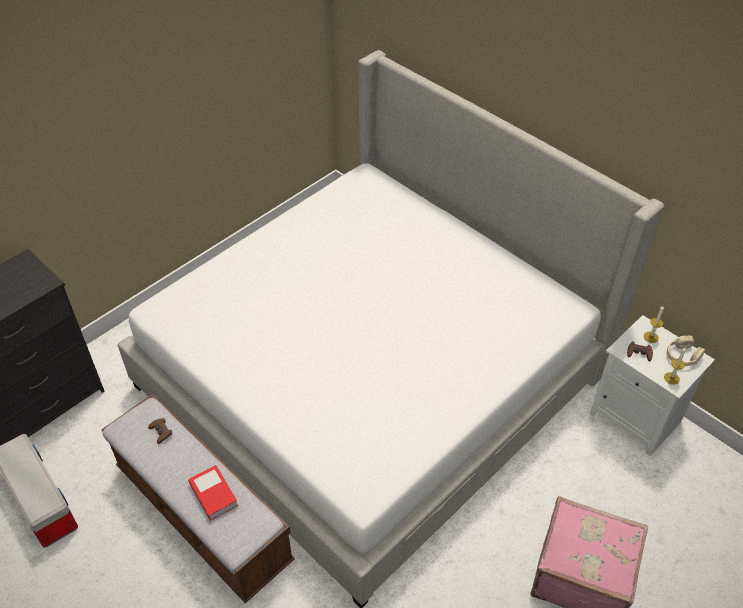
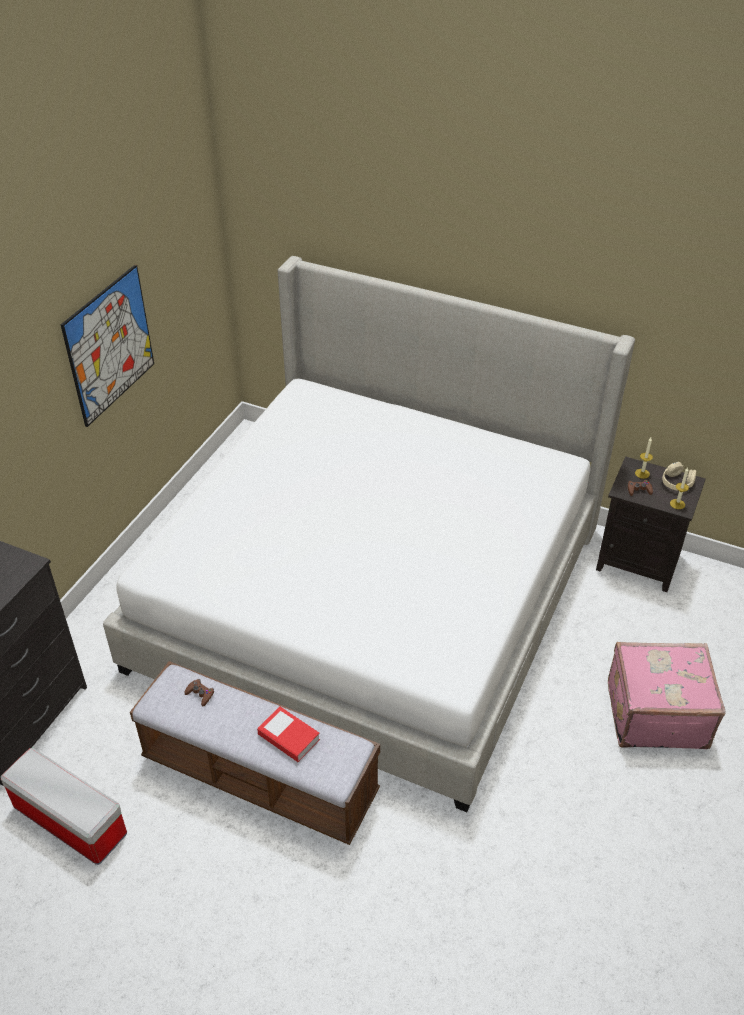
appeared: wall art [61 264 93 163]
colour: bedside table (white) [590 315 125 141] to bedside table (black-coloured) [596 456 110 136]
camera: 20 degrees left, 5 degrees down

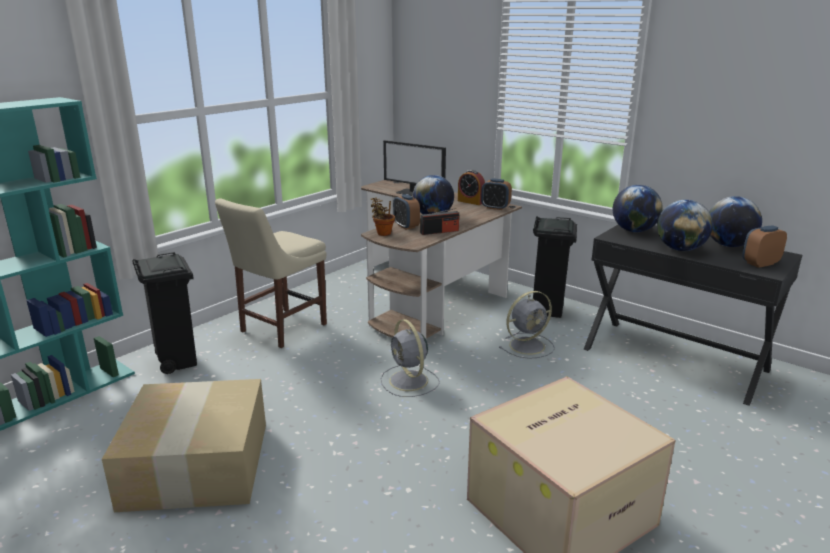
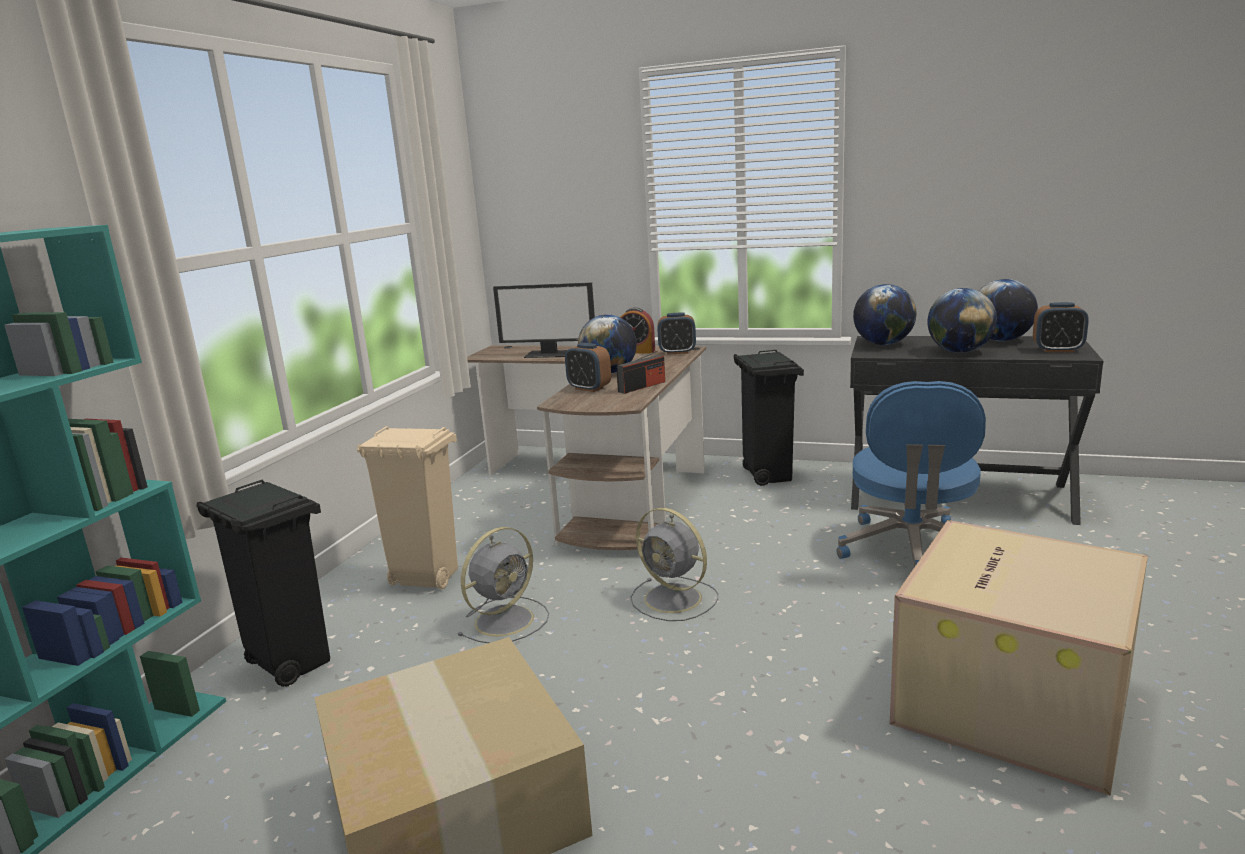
missing: potted plant [370 197 25 39]
appeared: office chair (bluish) [837 381 149 186]
relocated: electric fan (gray) [499 291 56 68] to [457 527 92 116]
exchanged: plain chair (beige) [215 198 112 150] to waste bin (beige) [357 426 101 163]
spun: bedside clock [742 226 45 42] = [1033 302 56 50] 120 degrees counterclockwise
camera: 20 degrees left, 5 degrees down

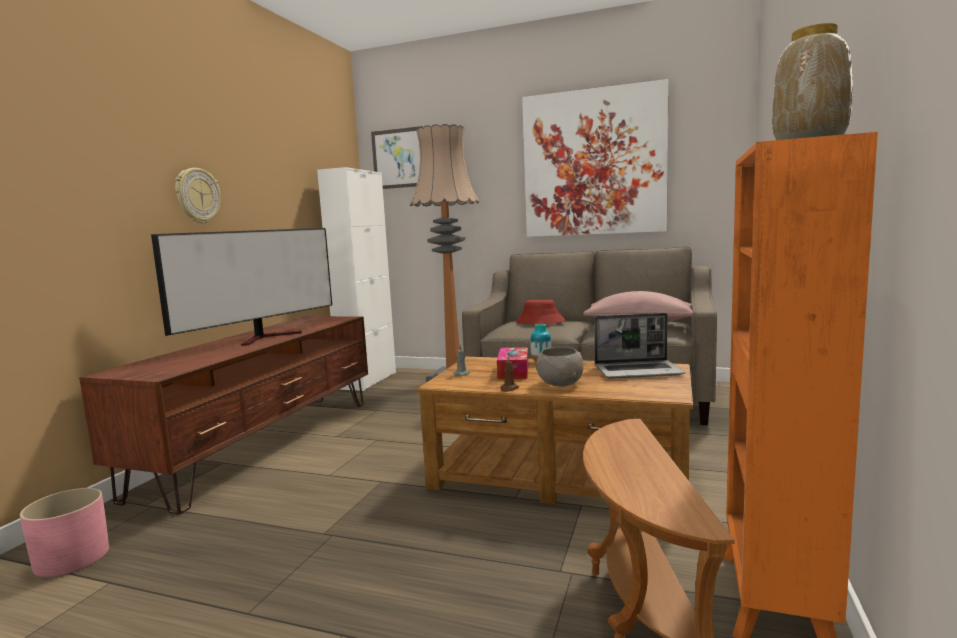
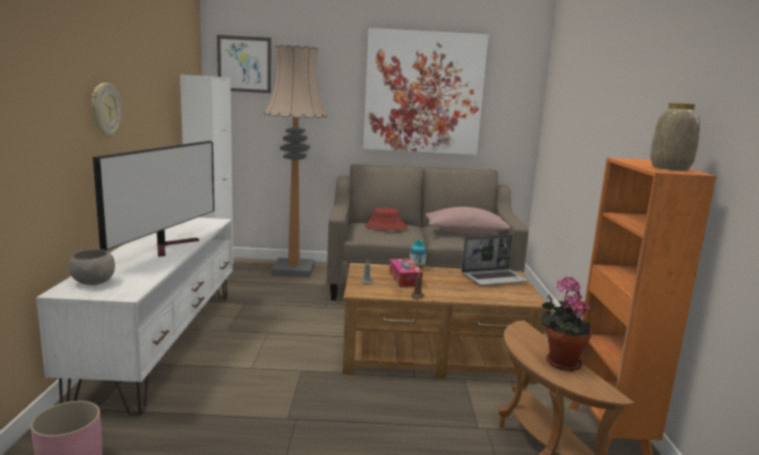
appeared: potted plant [542 277 50 94]
relocated: serving bowl (gray) [536 347 47 40] to [69 249 46 36]
colour: tv stand (brown) [79 316 289 198] to tv stand (white) [36 217 197 198]
camera: 20 degrees left, 5 degrees up

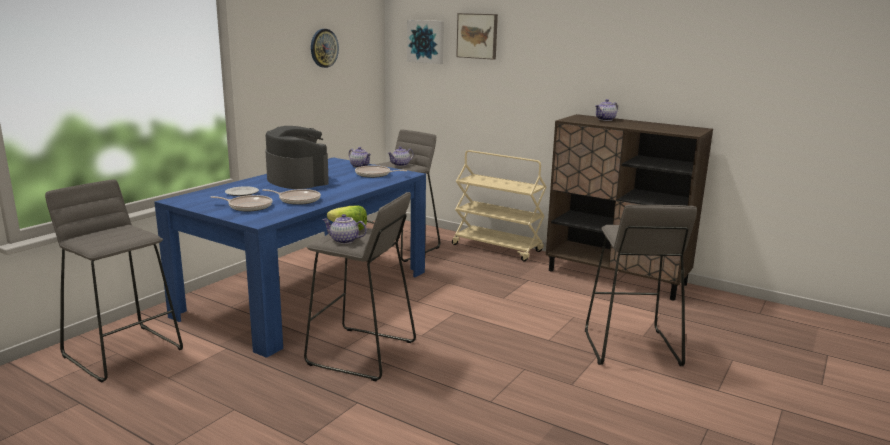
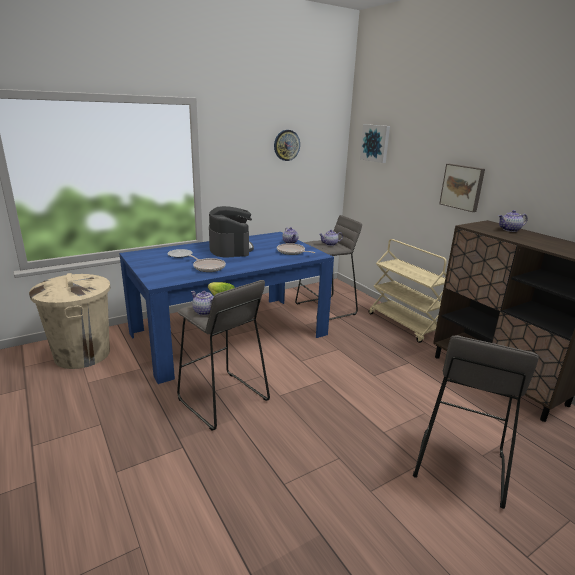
missing: skillet [210 195 62 16]
relocated: wall art [456 13 42 47] to [439 164 46 48]
exchanged: sitting stool (gray) [45 179 138 203] to waste bin (beige) [29 273 81 96]
camera: 25 degrees right, 5 degrees up

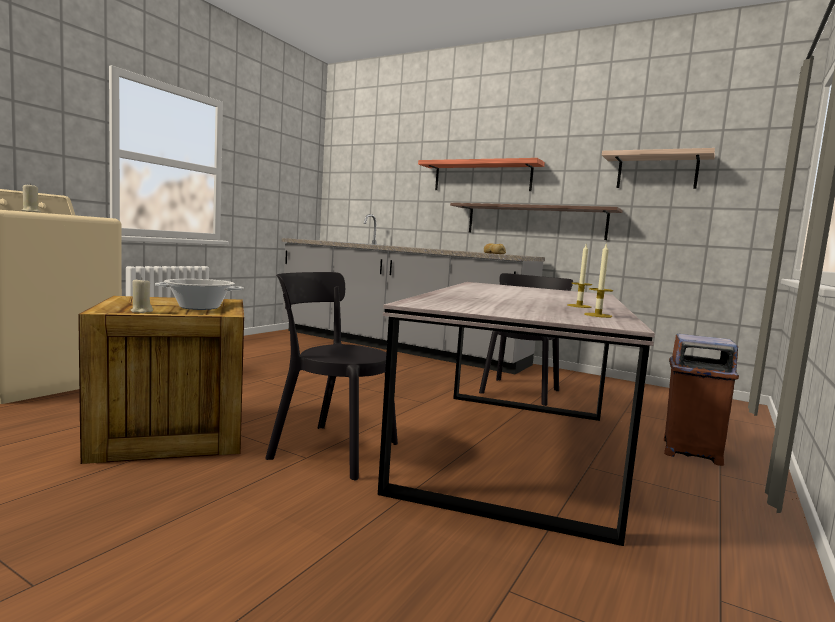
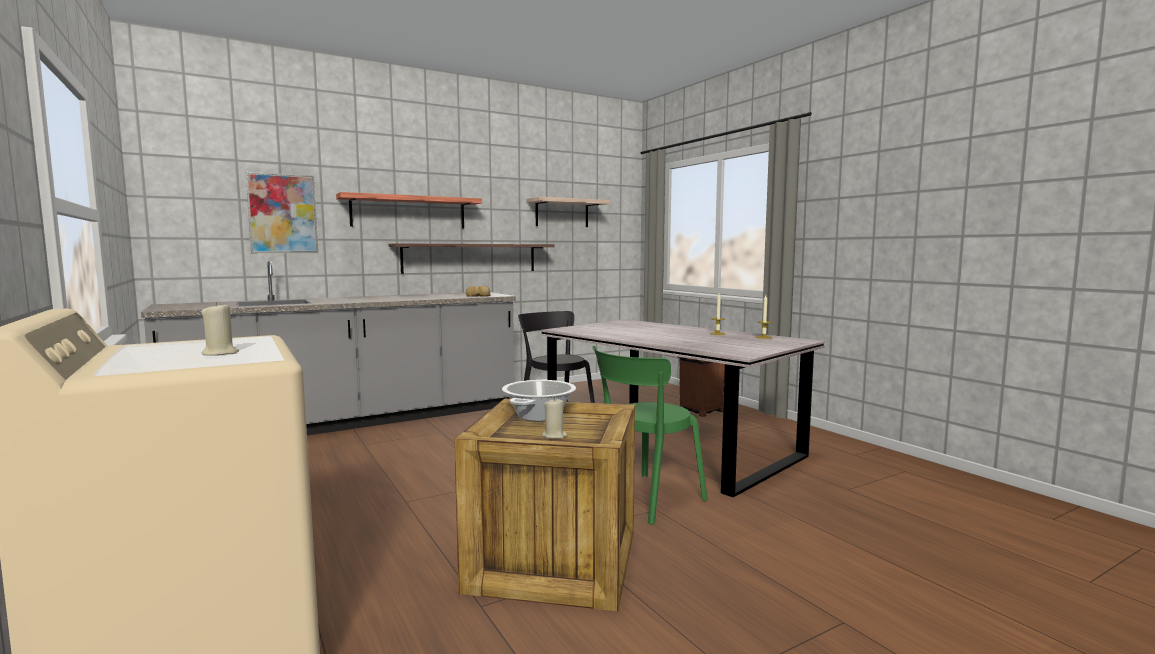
appeared: wall art [245 172 73 81]
colour: plain chair (black-coloured) [265 272 133 208] to plain chair (green-coloured) [592 345 116 180]
camera: 60 degrees left, 0 degrees up

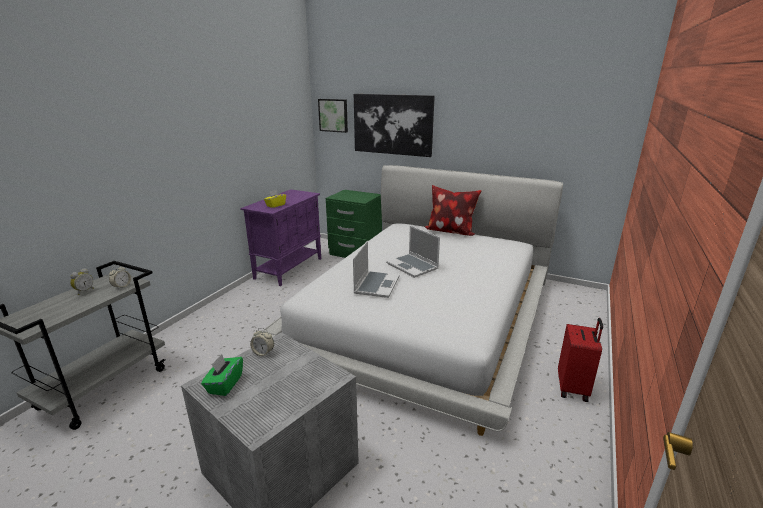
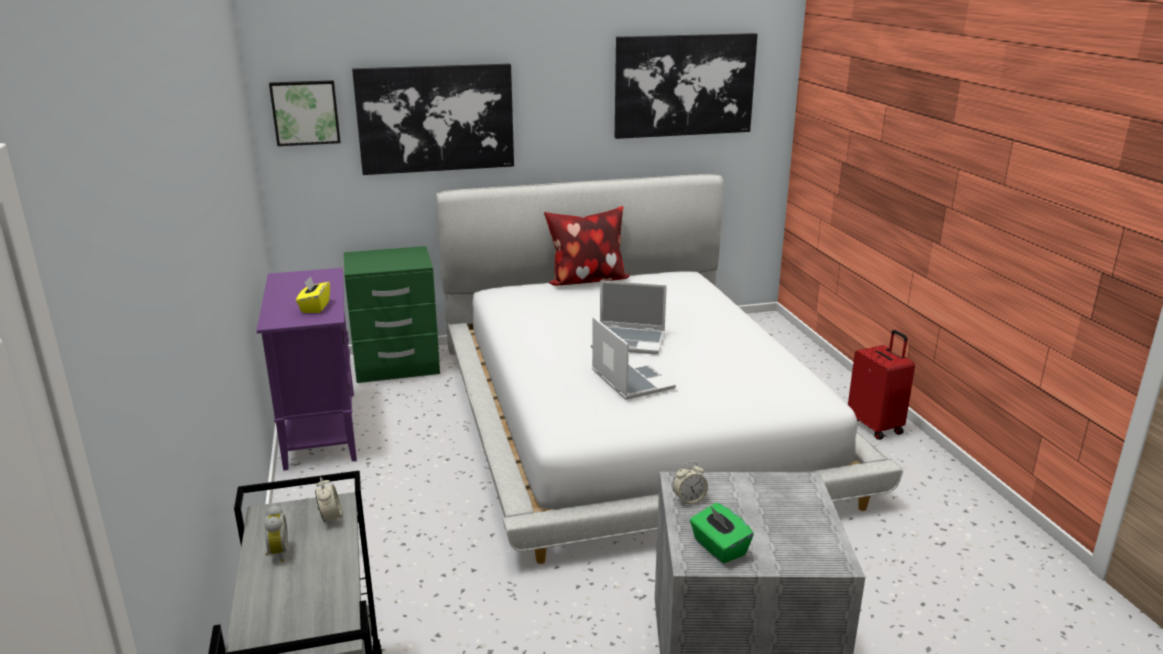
appeared: wall art [615 33 143 106]
camera: 40 degrees left, 0 degrees up

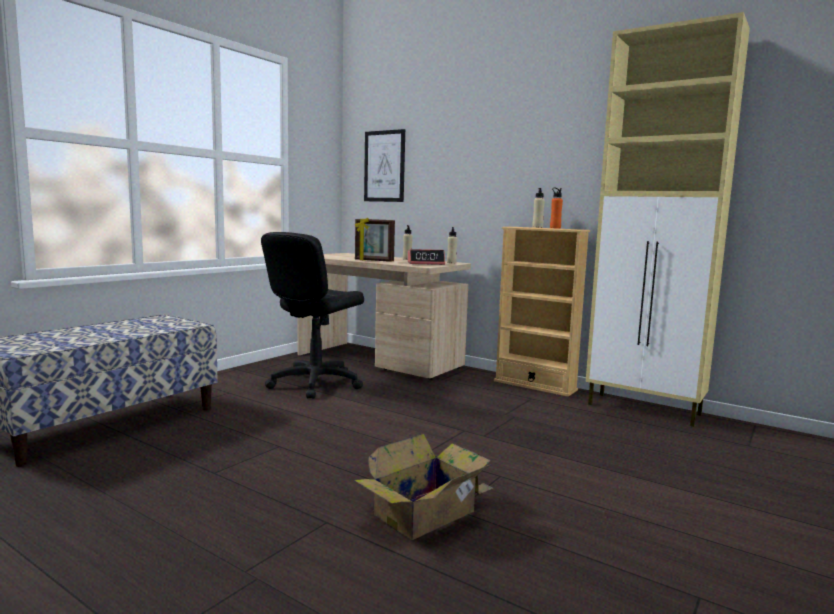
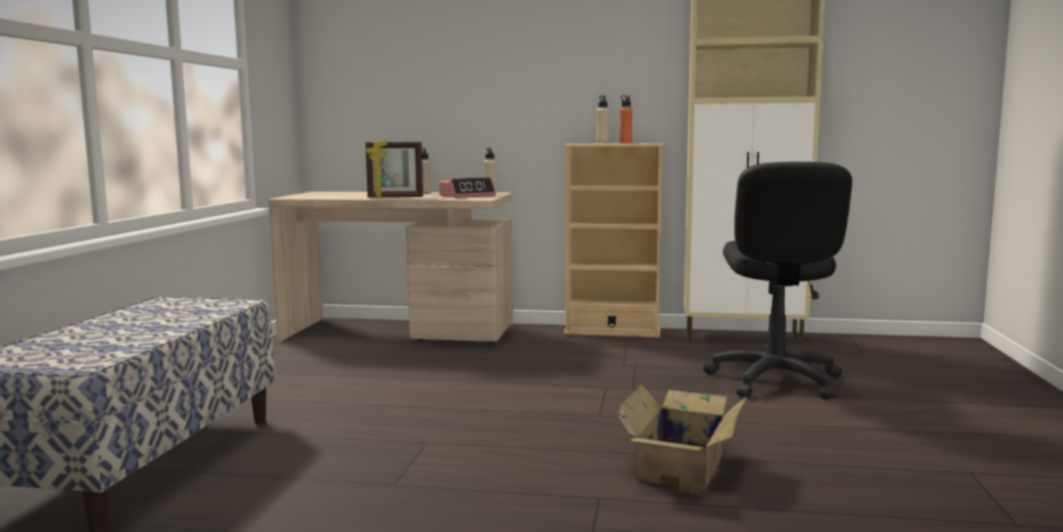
missing: wall art [364 129 41 73]
relocated: office chair (black-coloured) [261 232 103 166] to [703 162 149 238]
camera: 25 degrees left, 0 degrees up

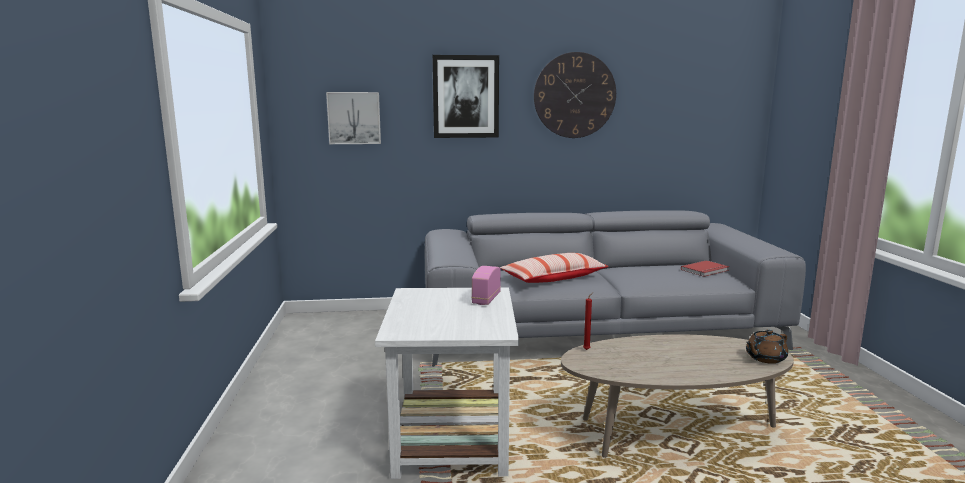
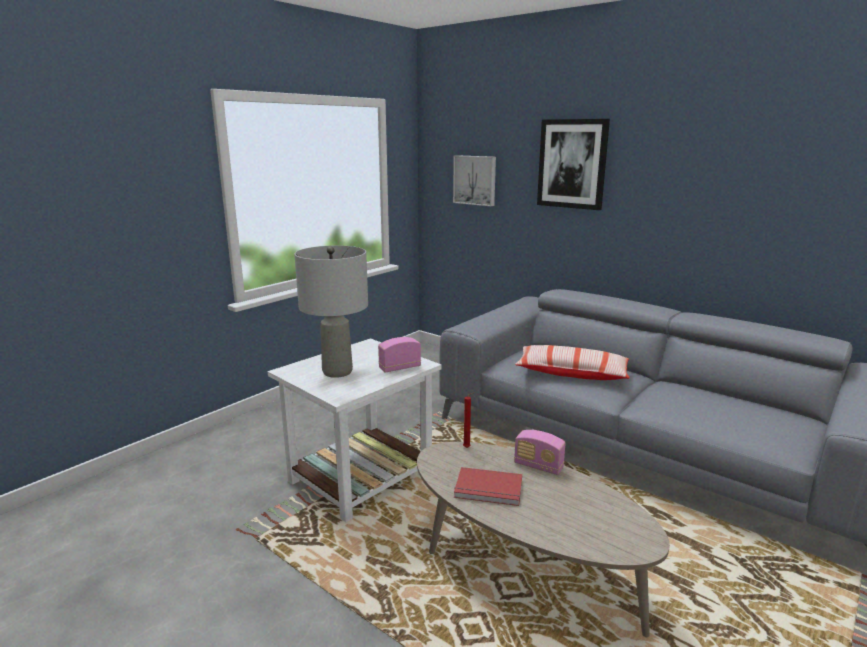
missing: clock on the wall [534 52 82 86]; tea pot (brown) [746 329 42 35]
appeared: tabletop lamp (gray) [294 246 74 132]; radio set [514 430 52 45]
relocated: bound book (reddish) [681 260 49 17] to [454 467 68 39]
camera: 45 degrees right, 5 degrees up

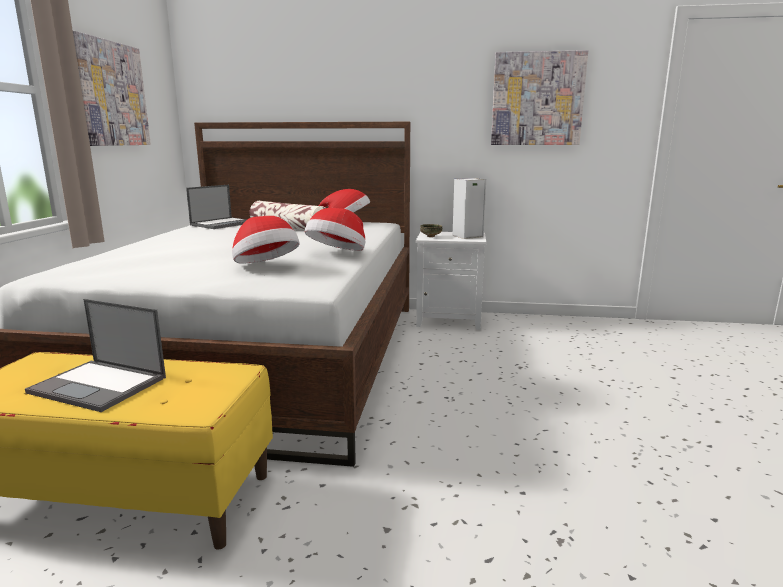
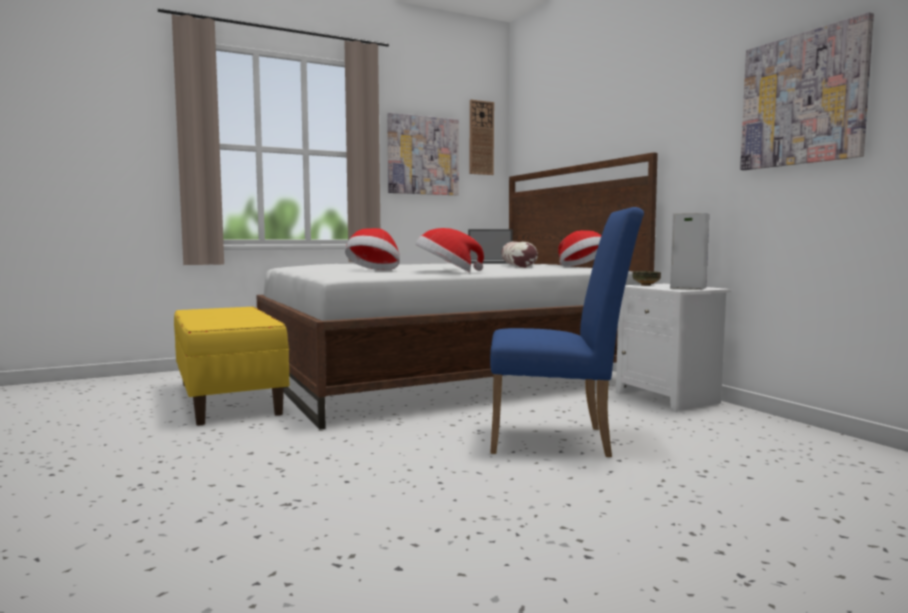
missing: laptop [25 299 141 113]
appeared: clock on the wall [470 100 24 75]; plain chair (bluish) [490 207 154 250]
camera: 55 degrees right, 10 degrees down

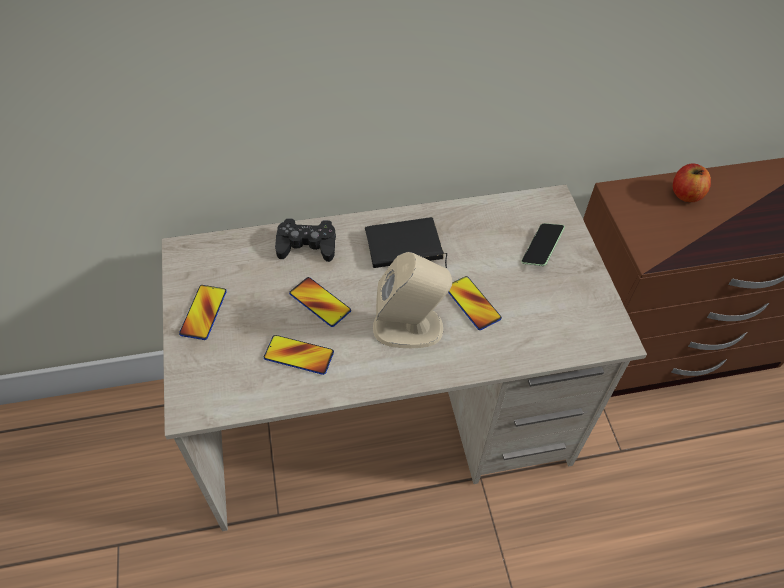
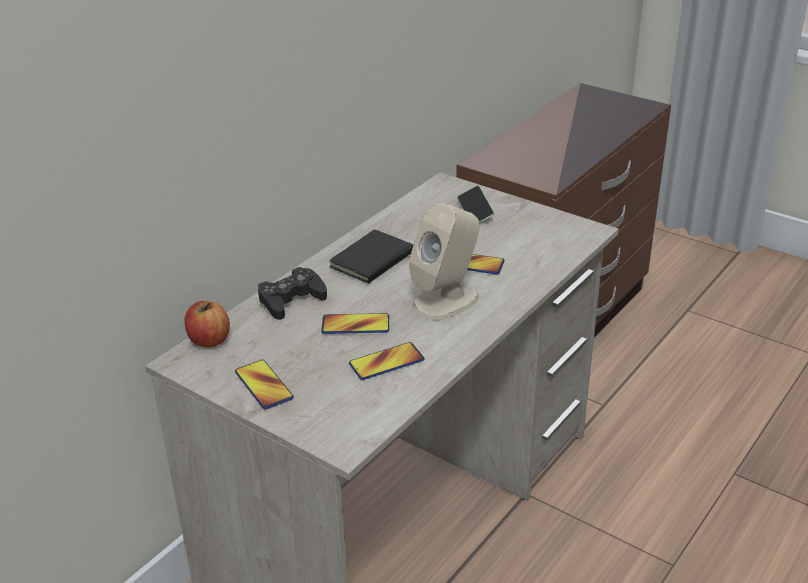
relocated: whole apple [673 163 38 39] to [184 301 46 47]
camera: 40 degrees left, 20 degrees down

